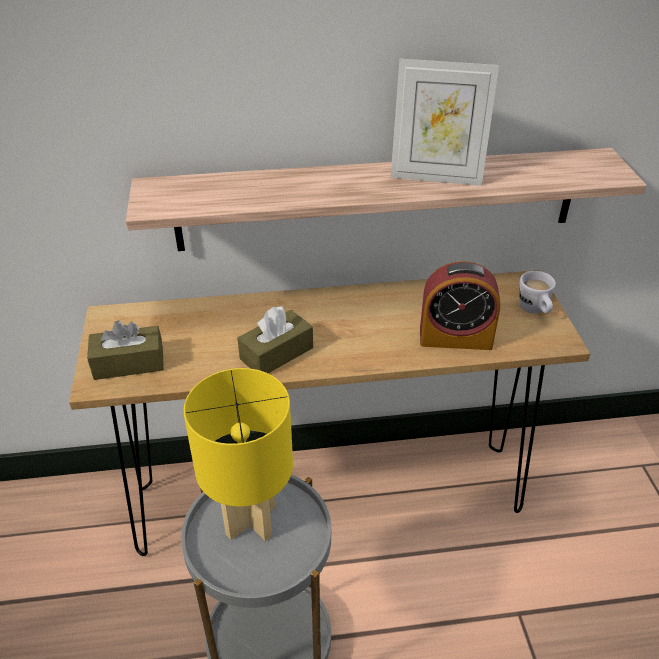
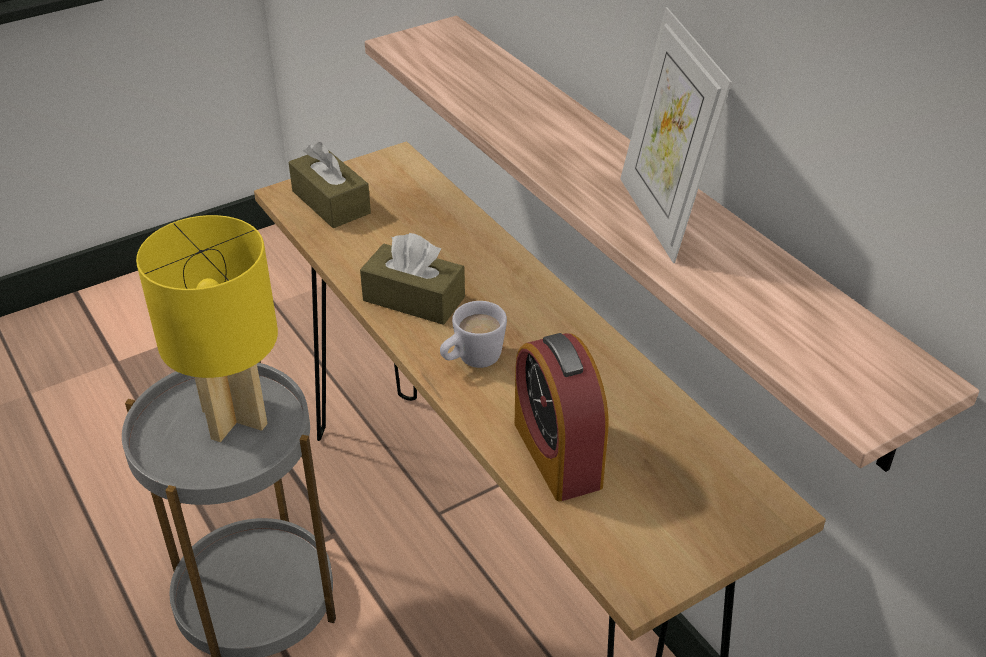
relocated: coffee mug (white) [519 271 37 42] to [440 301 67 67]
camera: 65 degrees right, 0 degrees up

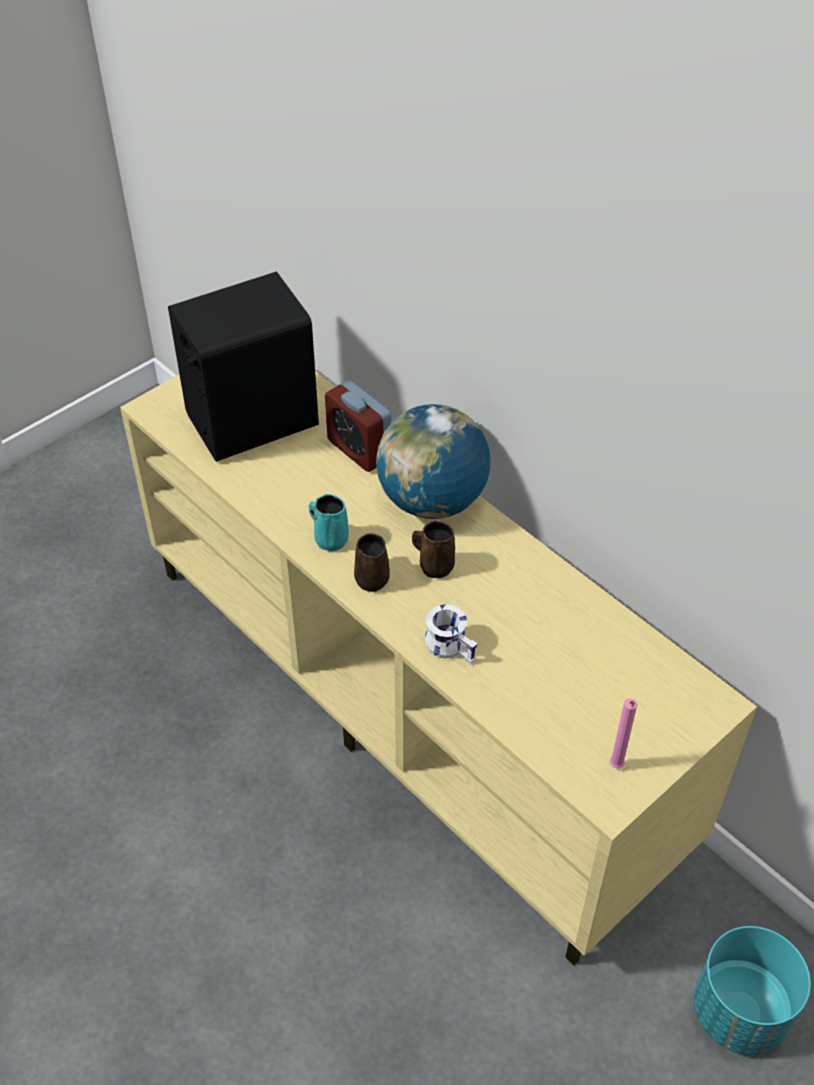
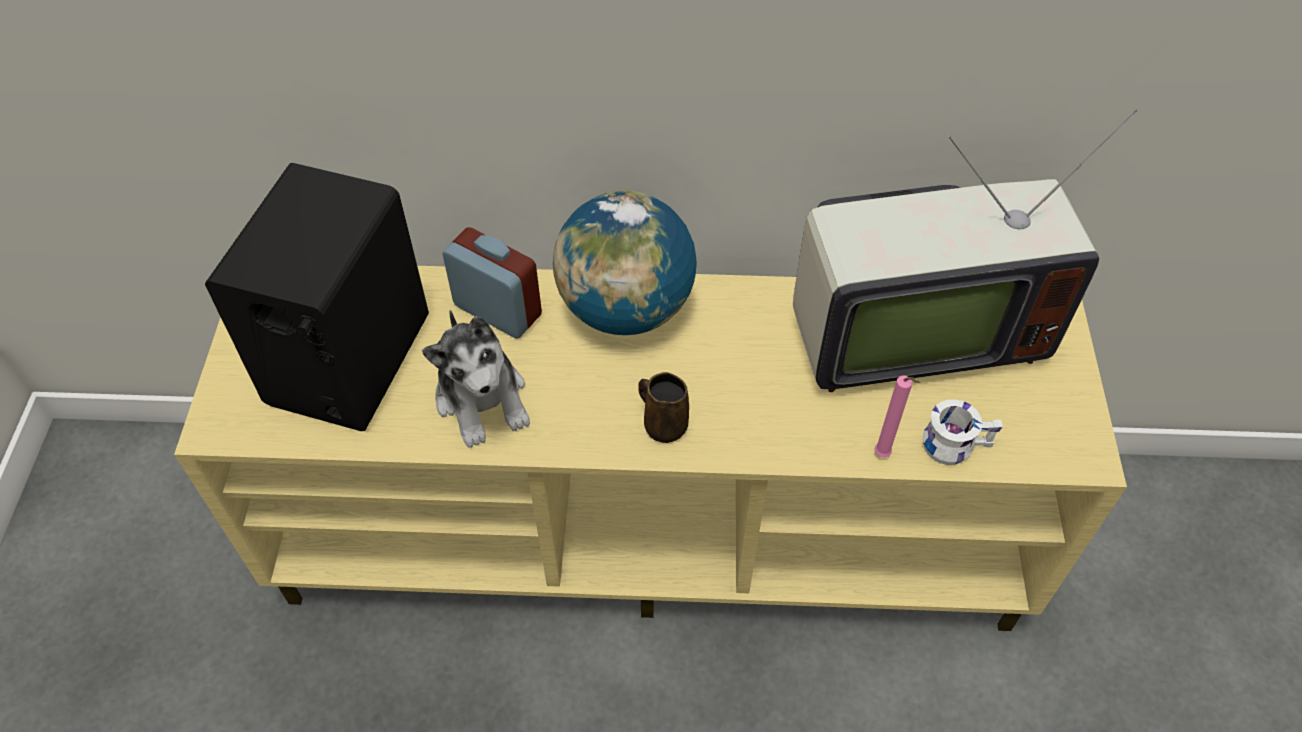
missing: coffee mug (blue-green) [309 494 40 57]; coffee mug (brown) [412 521 43 57]; plant pot (blue-green) [694 926 117 129]
appeared: plush toy [422 310 108 138]; television [793 108 345 284]
relocated: candle (pinkish) [610 698 27 71] to [874 375 46 83]; coffee mug (white) [425 604 53 61] to [923 399 80 66]
spun: bedside clock [325 380 66 92] = [442 227 100 112] 150 degrees counterclockwise
camera: 45 degrees left, 5 degrees up

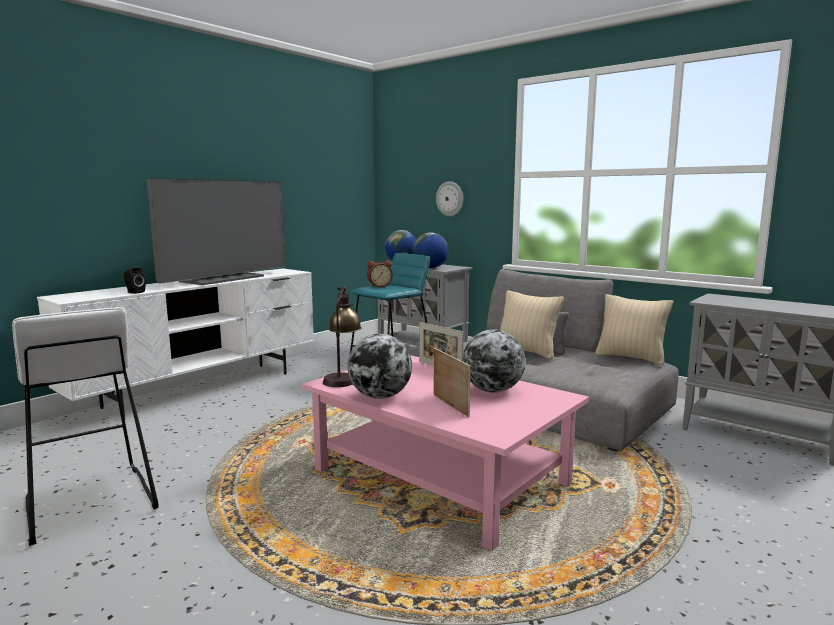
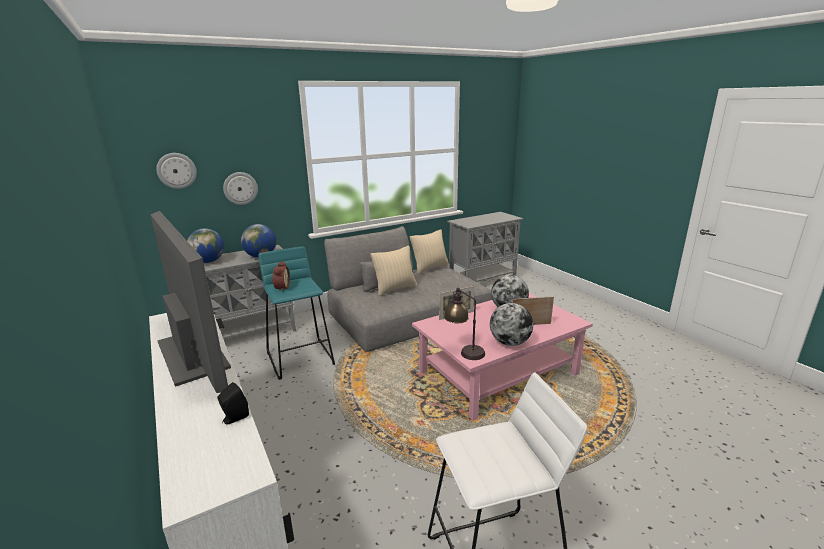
appeared: clock on the wall [156 153 41 36]
camera: 70 degrees left, 10 degrees up

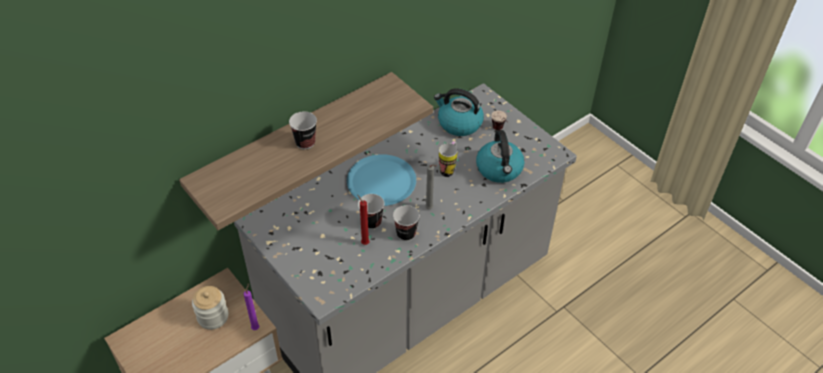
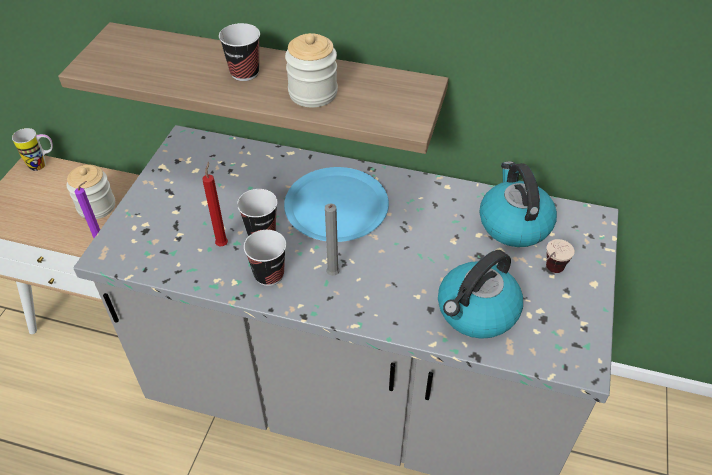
appeared: preserve jar [285 33 53 75]
relocated: coffee mug [439 141 19 36] to [12 128 41 43]
camera: 55 degrees right, 0 degrees up

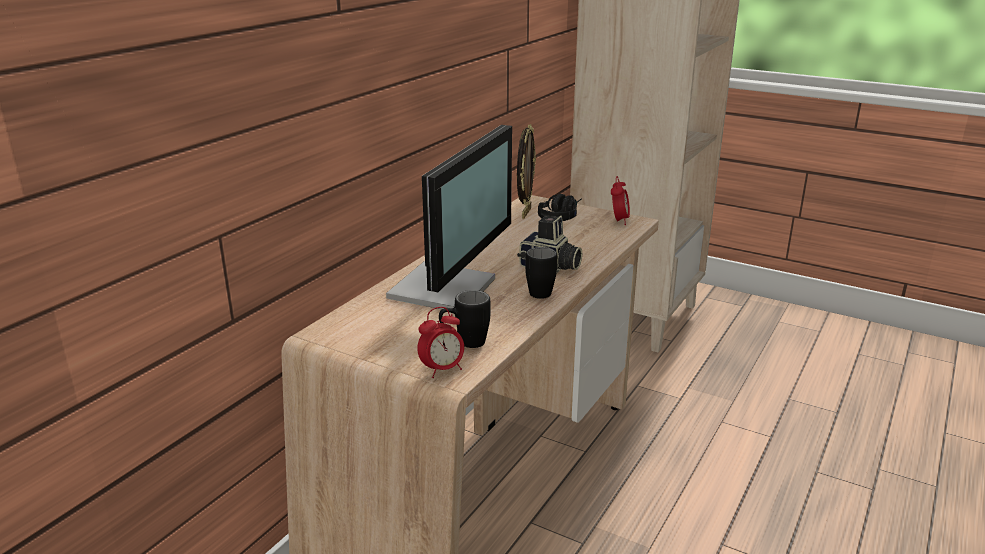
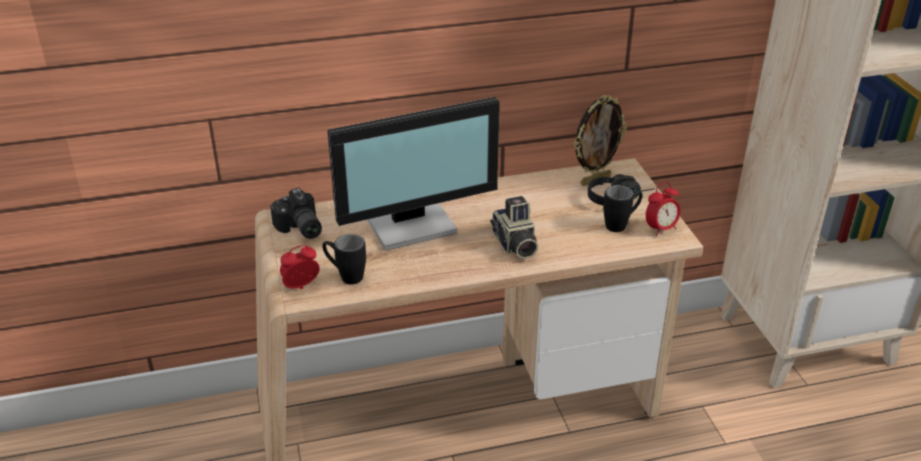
appeared: still camera [270 188 52 51]
relocated: coffee mug (black-coloured) [525 247 32 52] to [603 185 40 47]
spun: bedside clock [417 307 47 71] = [280 245 40 44] 135 degrees clockwise
camera: 45 degrees right, 10 degrees up

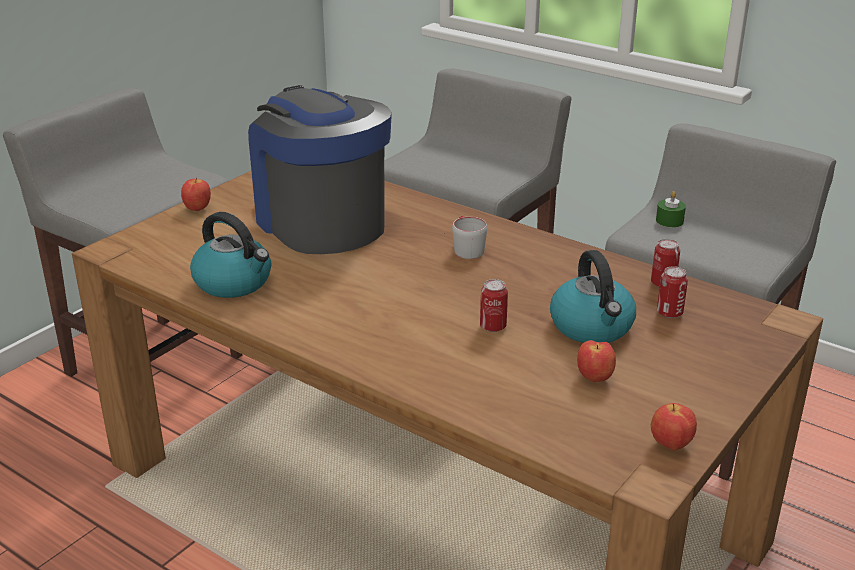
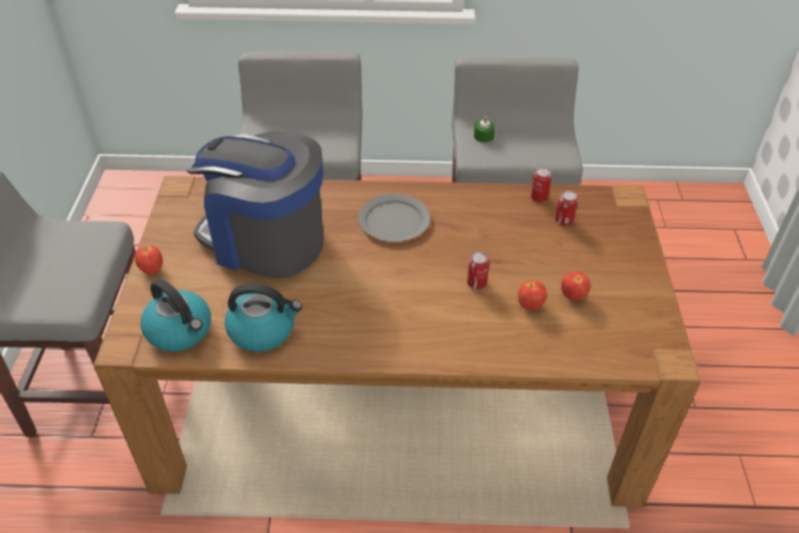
relocated: water kettle [550 250 86 93] to [140 279 71 73]; whole apple [651 403 46 48] to [518 280 29 30]
exchanged: coffee mug (gray) [452 216 35 43] to dinner plate (gray) [358 194 72 48]
camera: 35 degrees left, 15 degrees up

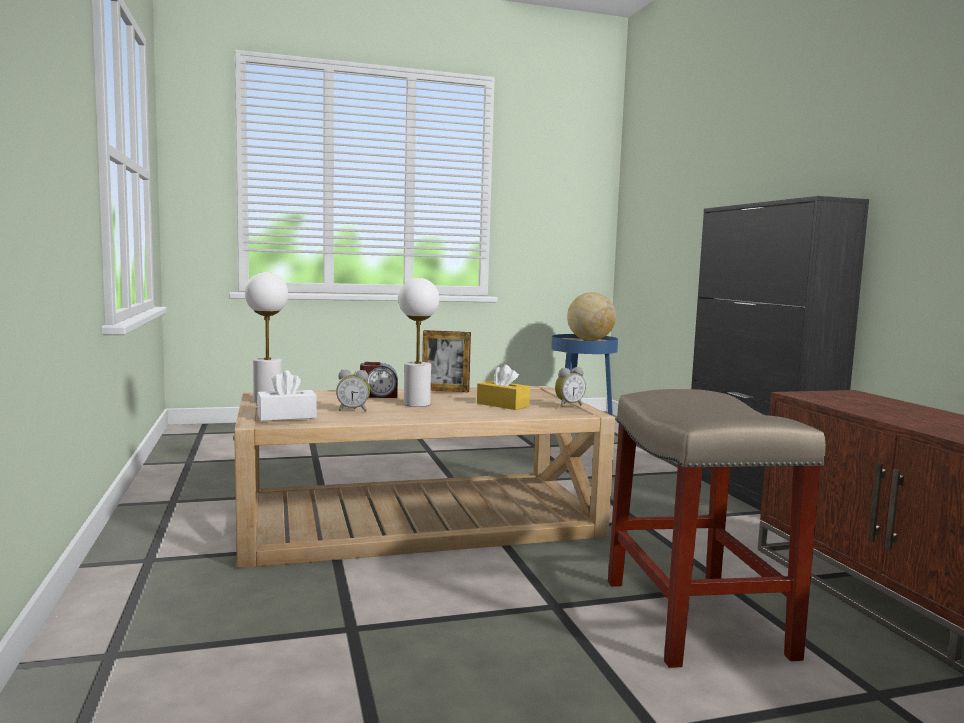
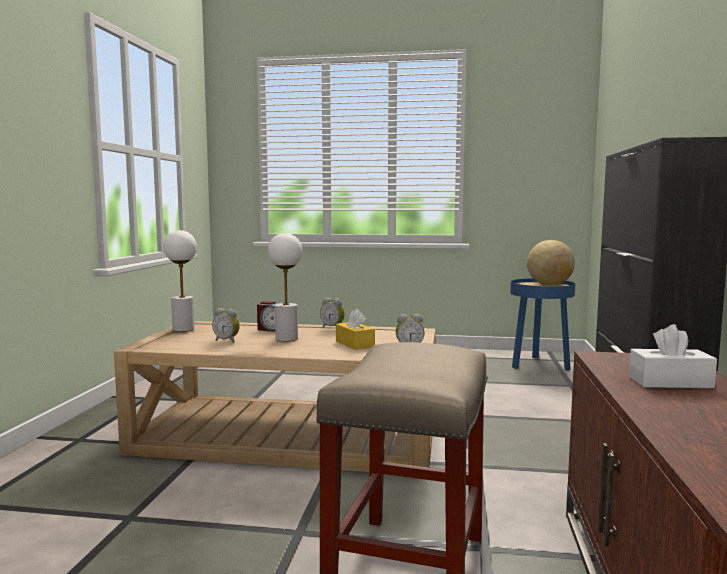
relocated: box of tissues (white) [257 370 60 51] to [629 324 88 64]
exchanged: photo frame [422 330 49 62] to bedside clock [320 297 25 31]
camera: 25 degrees right, 0 degrees up

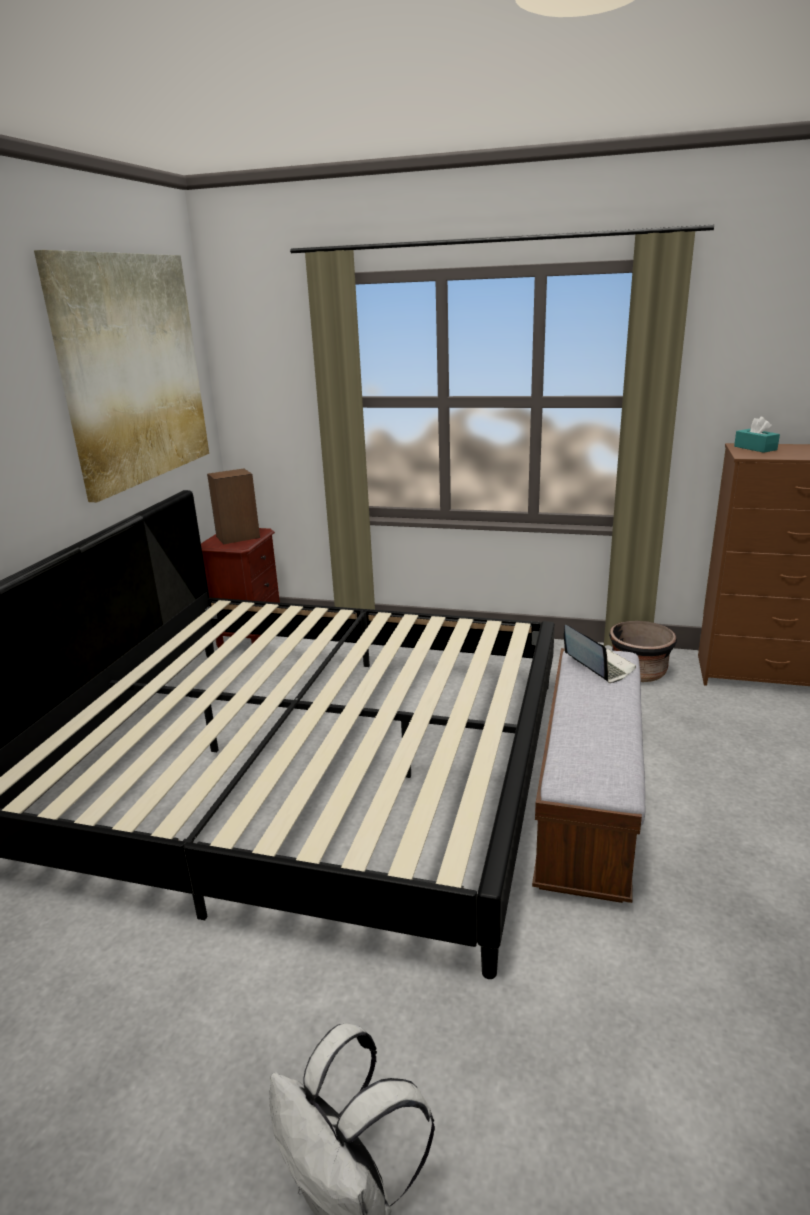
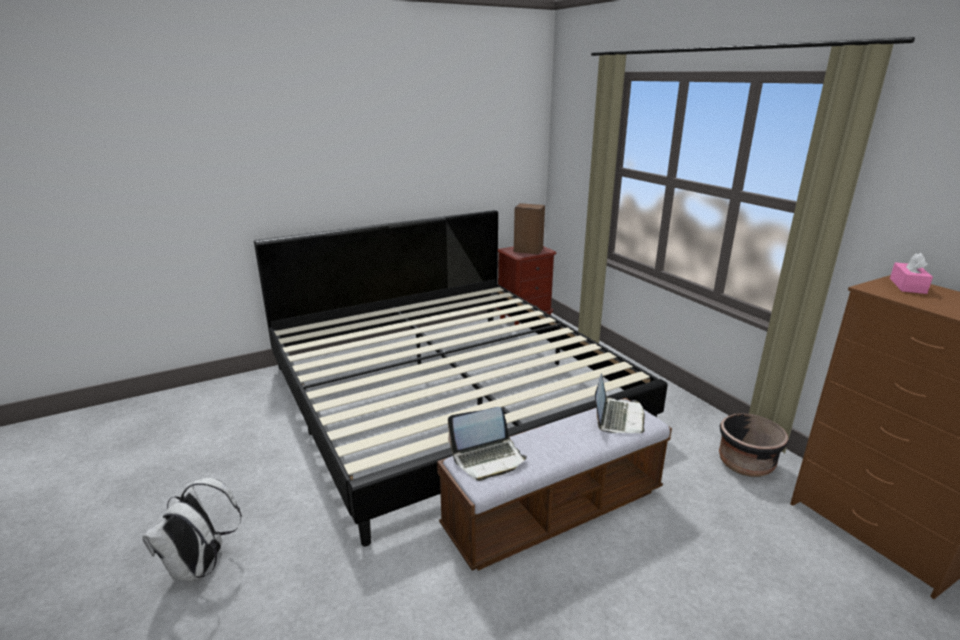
missing: wall art [34 250 175 252]
appeared: laptop [448 407 79 74]
colour: box of tissues (blue-green) [734 417 46 36] to box of tissues (pinkish) [890 253 43 41]
camera: 45 degrees right, 0 degrees up

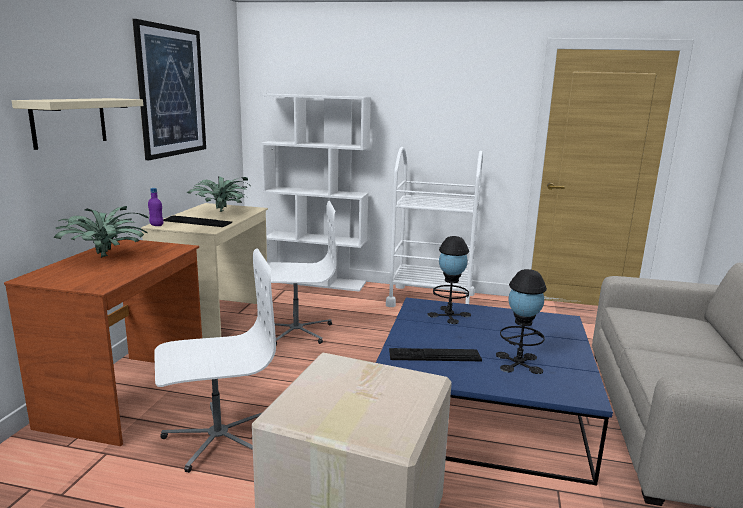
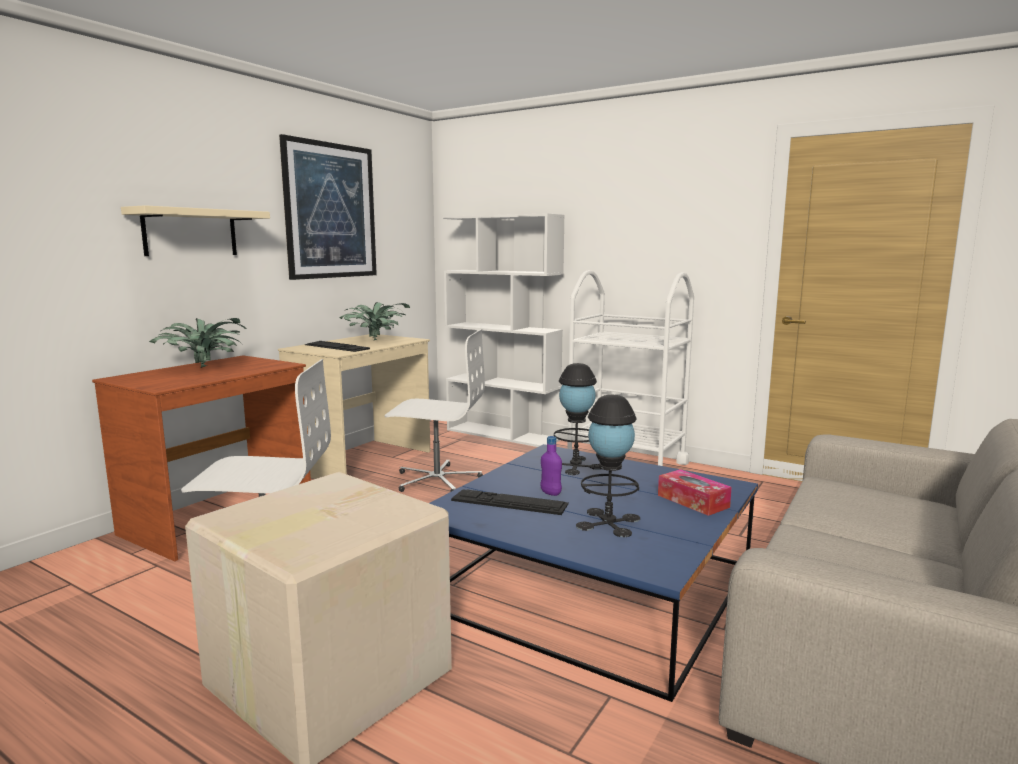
appeared: box of tissues [658 469 74 47]
relocated: drink bottle (purplish) [148 188 15 38] to [540 436 22 60]
camera: 20 degrees right, 5 degrees down

